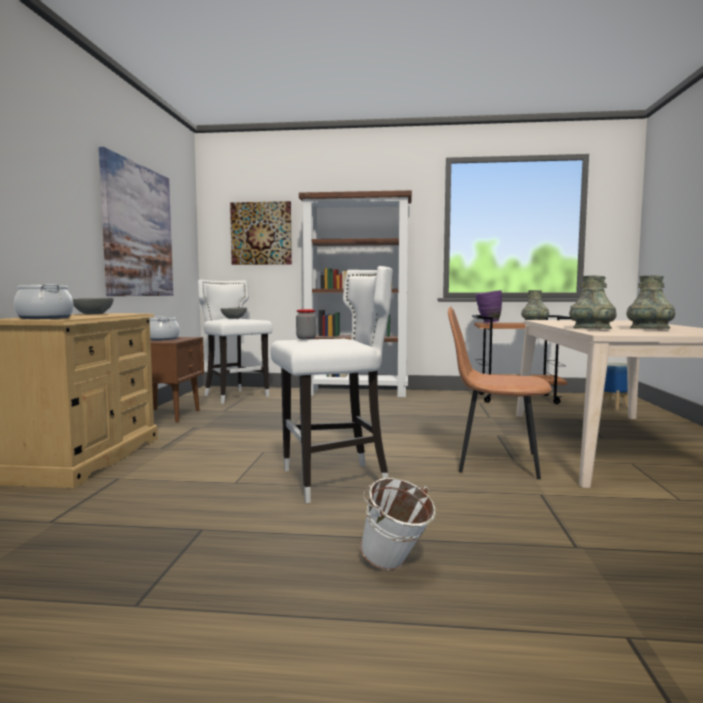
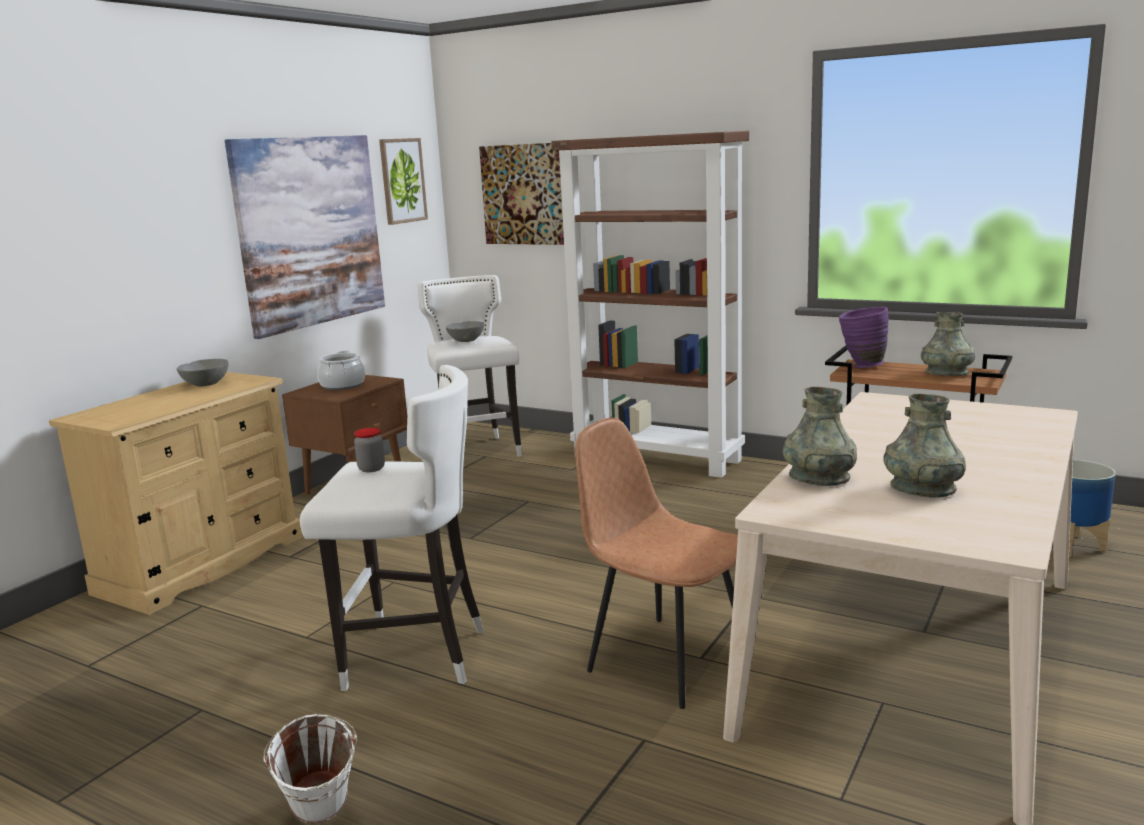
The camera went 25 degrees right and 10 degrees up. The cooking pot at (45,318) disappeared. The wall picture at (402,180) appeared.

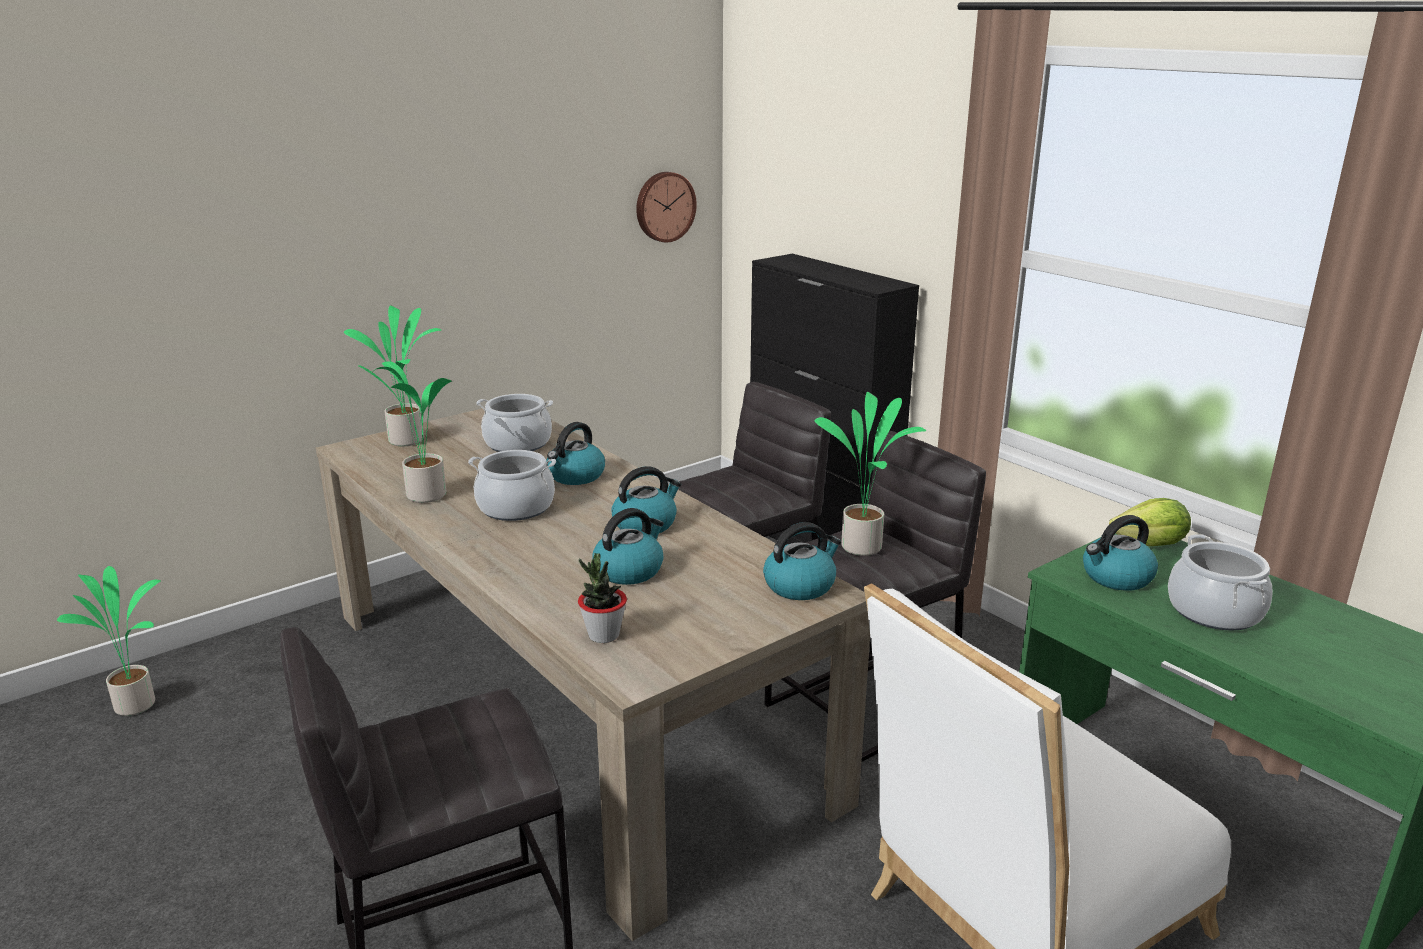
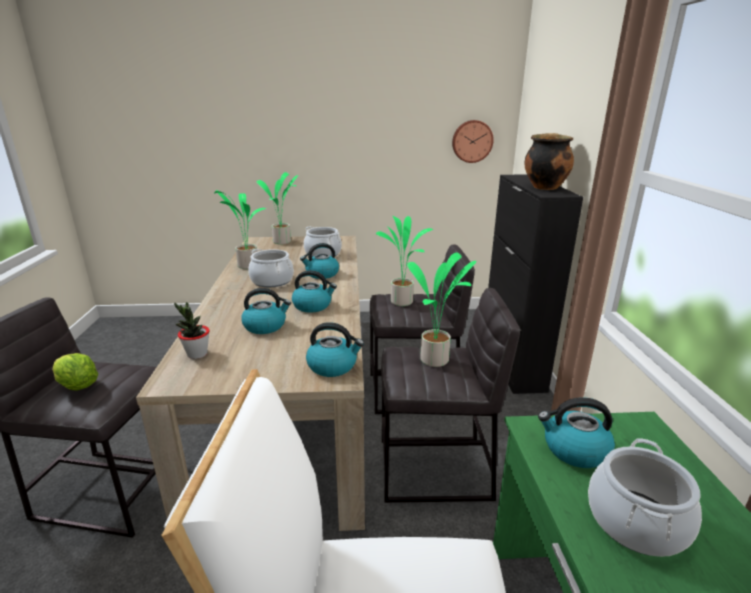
The camera went 35 degrees right and 0 degrees up. The potted plant moved from (136,704) to (402,301). The lettuce moved from (1150,545) to (77,386). The cooking pot at (544,187) appeared.

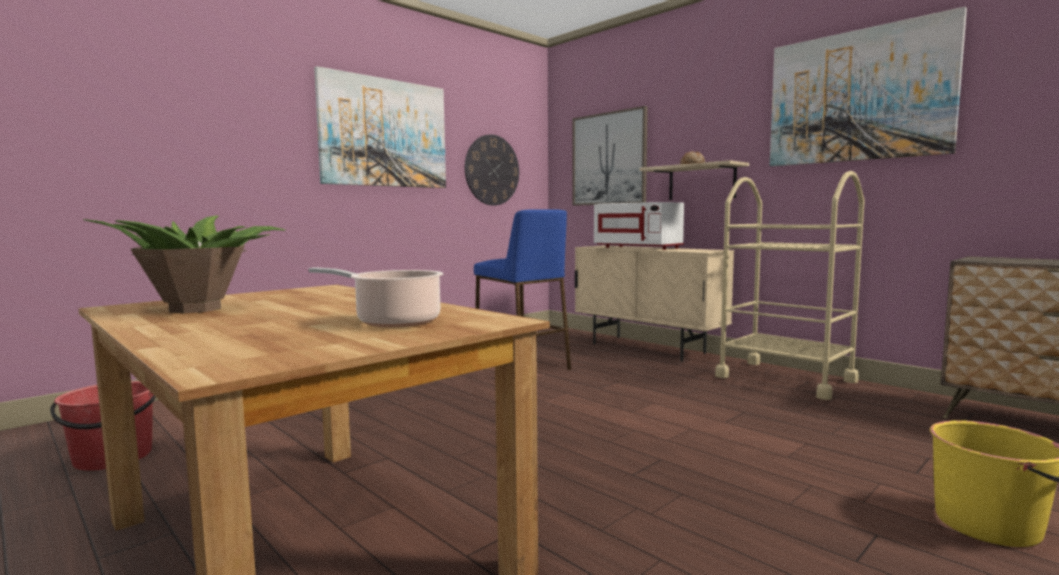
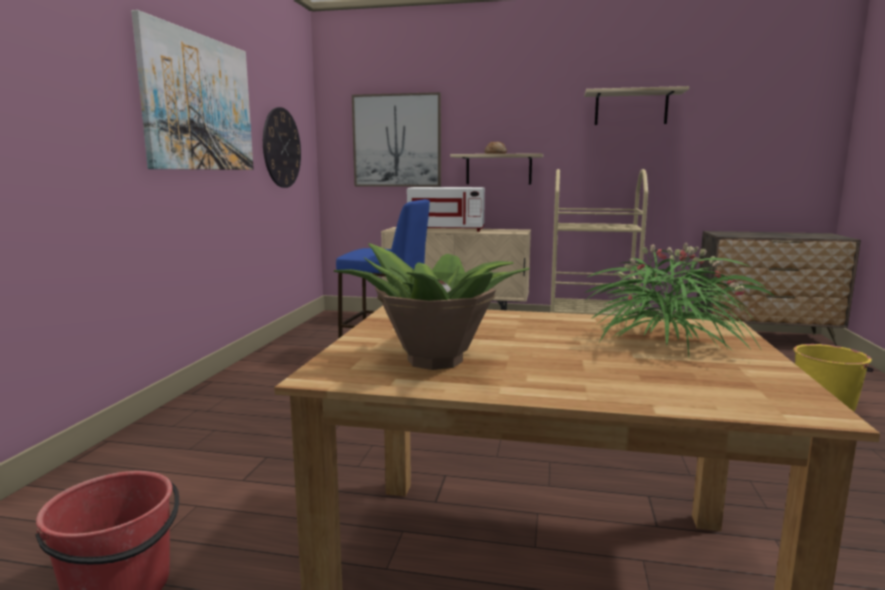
The camera went 35 degrees left and 5 degrees up. The cooking pot at (393,321) was replaced by the potted plant at (667,340). The wall picture at (857,96) was replaced by the bracket shelf at (631,108).

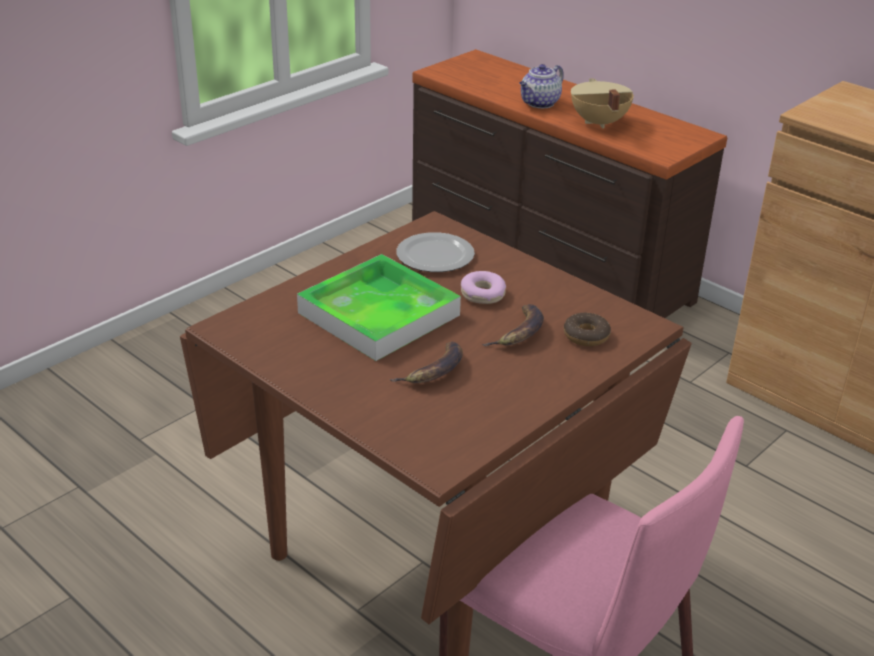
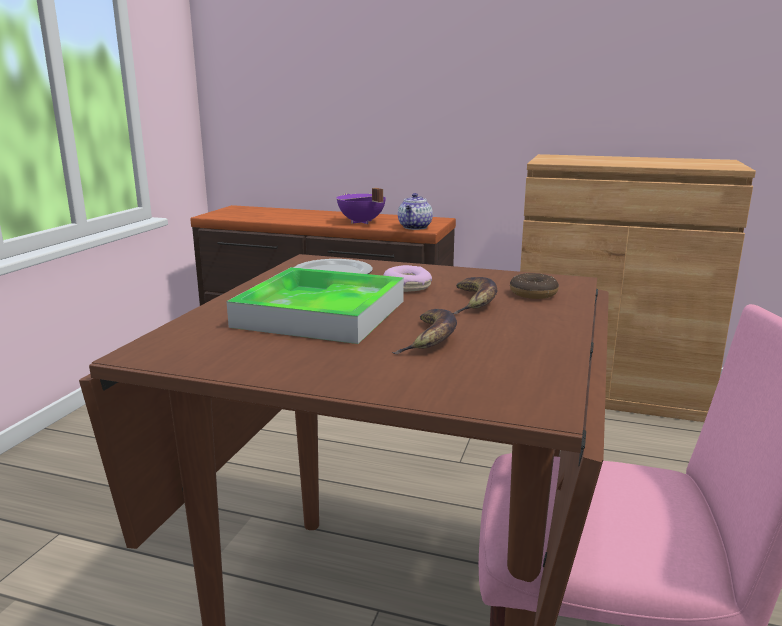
The camera went 25 degrees left and 15 degrees down. The tea pot moved from (539,103) to (415,227). The sand-coloured cooking pot at (598,123) became the purple cooking pot at (361,222).

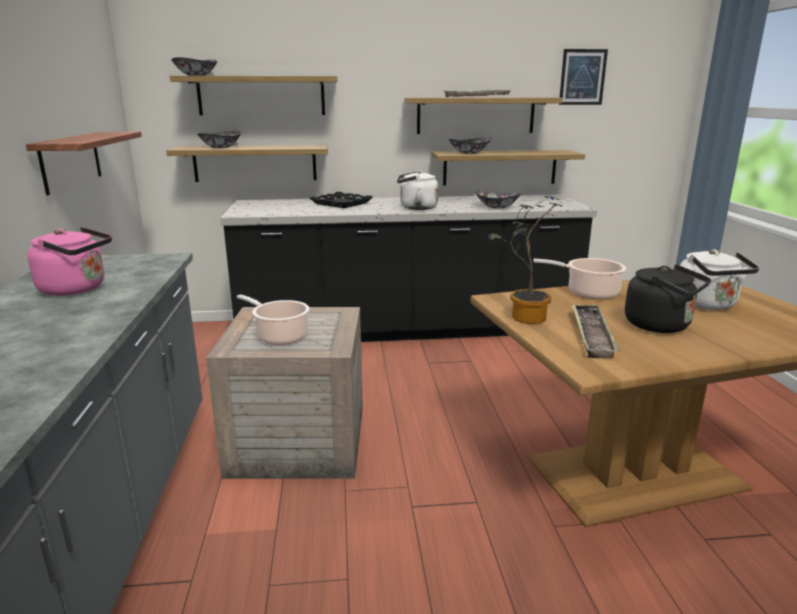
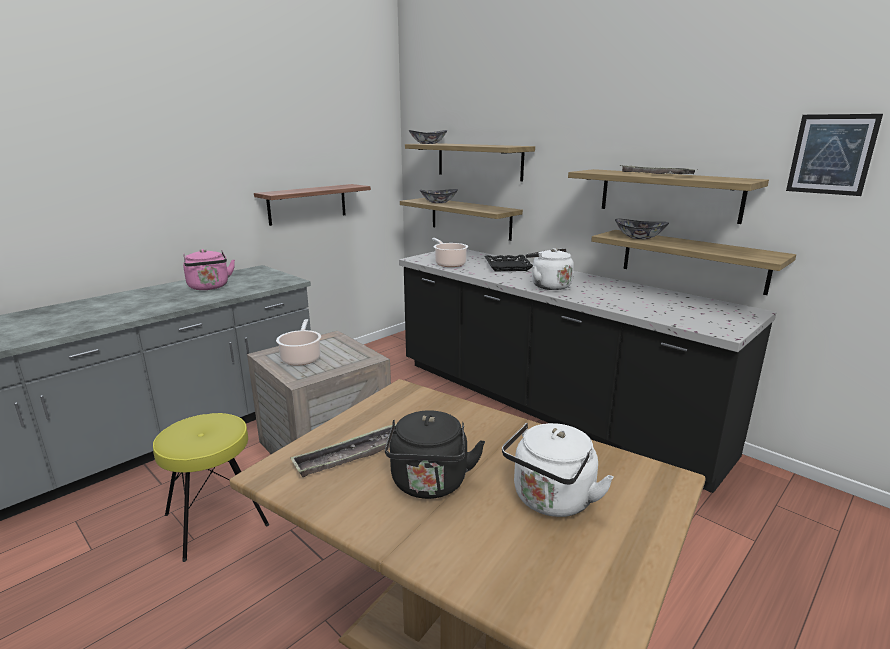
The camera went 50 degrees right and 0 degrees up. The serving bowl at (497,207) disappeared. The potted plant at (523,317) disappeared. The cooking pot moved from (589,293) to (449,264). The yellow stool seat at (217,519) appeared.

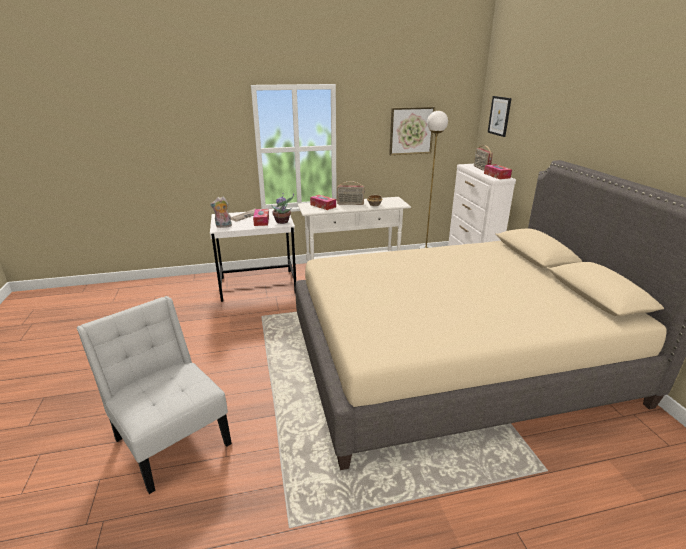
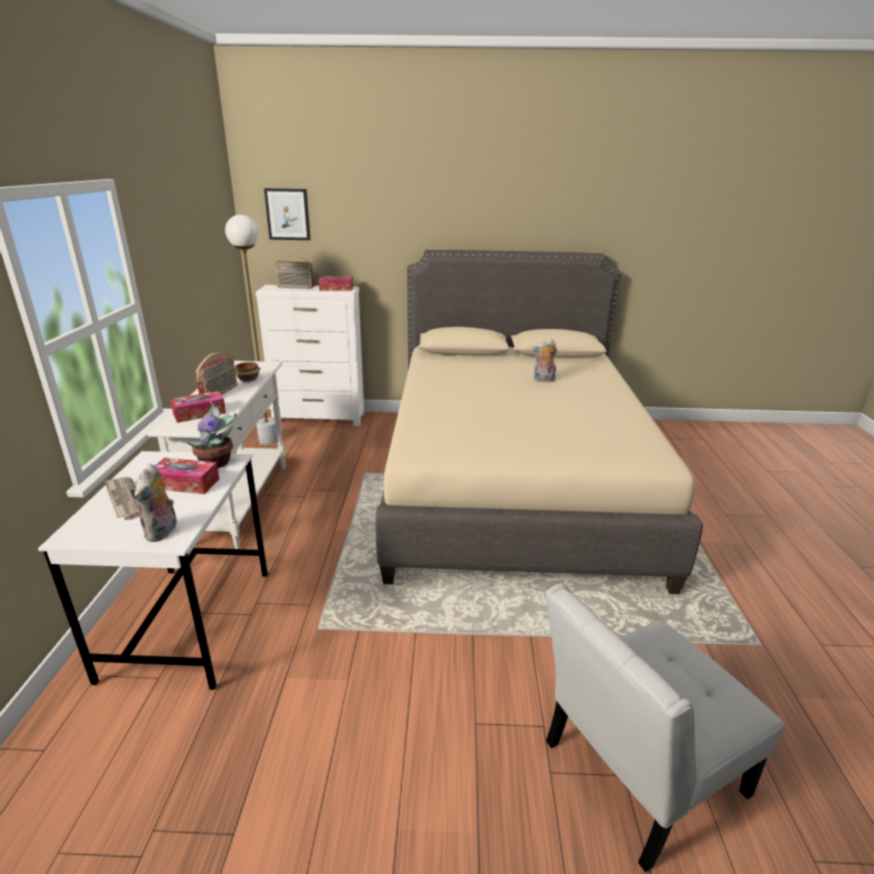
The camera went 75 degrees left and 0 degrees up. The wall picture at (411,131) disappeared. The soft toy at (543,380) appeared.

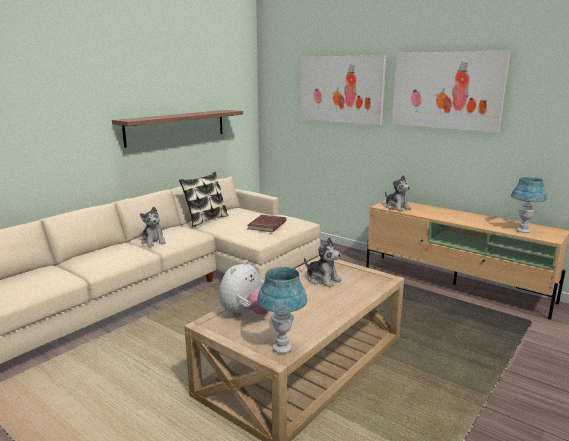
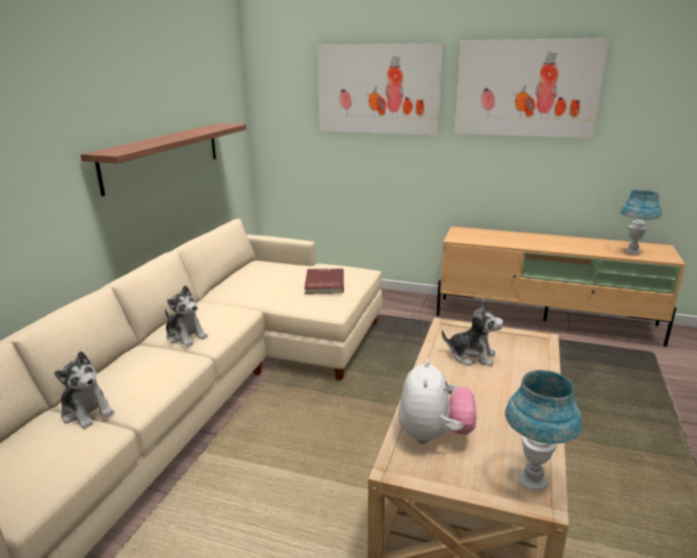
The camera went 20 degrees left and 5 degrees up. The throw pillow at (205,220) disappeared. The soft toy moved from (396,207) to (87,412).

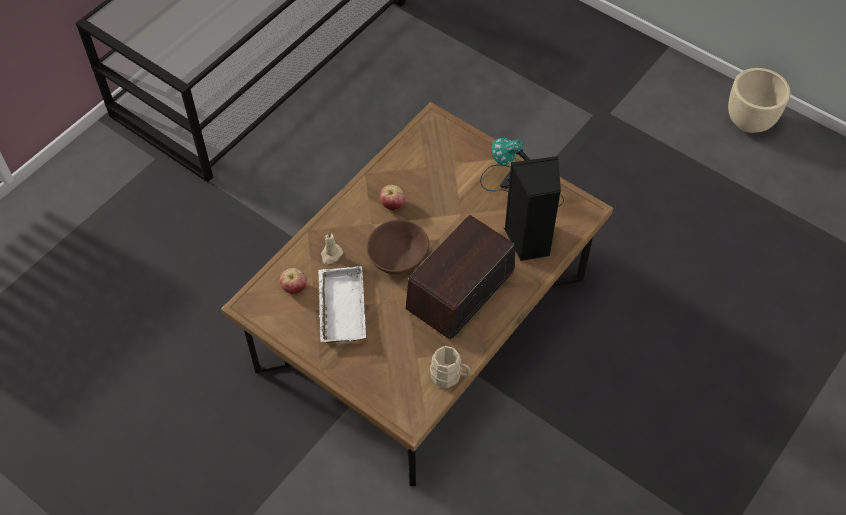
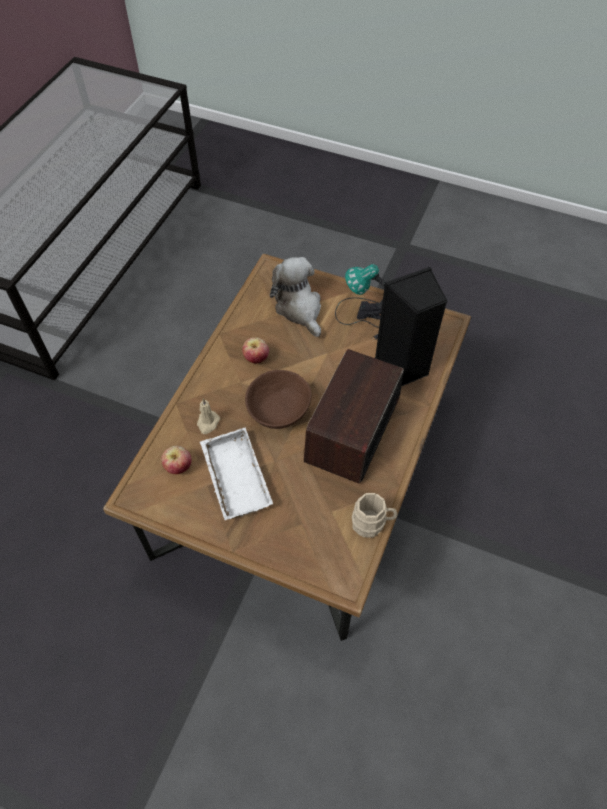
The camera went 15 degrees left and 0 degrees up. The sand-coloured planter at (749,122) disappeared. The soft toy at (299,308) appeared.

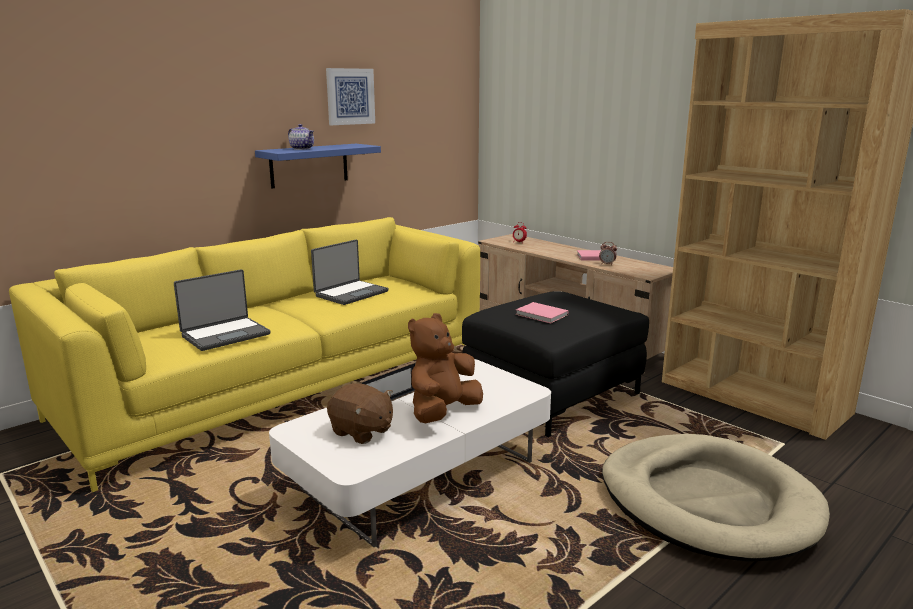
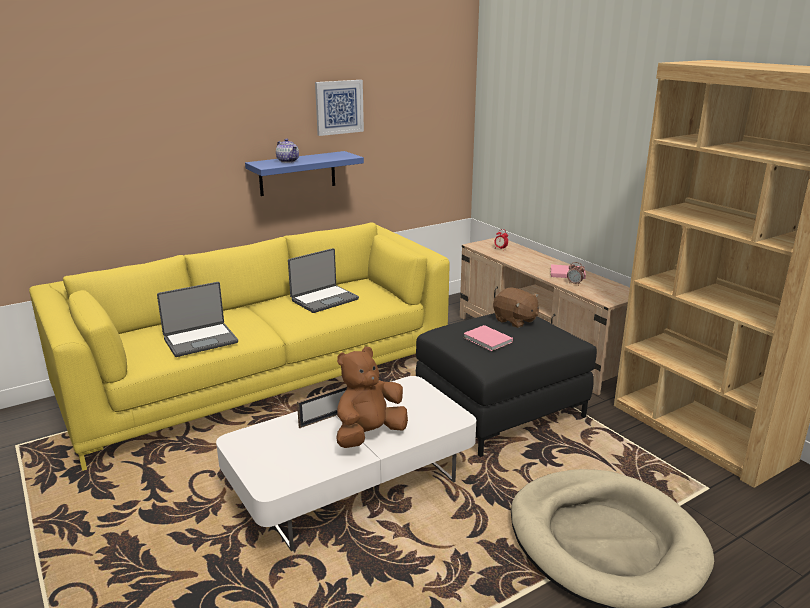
The camera went 10 degrees right and 5 degrees up. The brownish soft toy moved from (361,431) to (515,320).

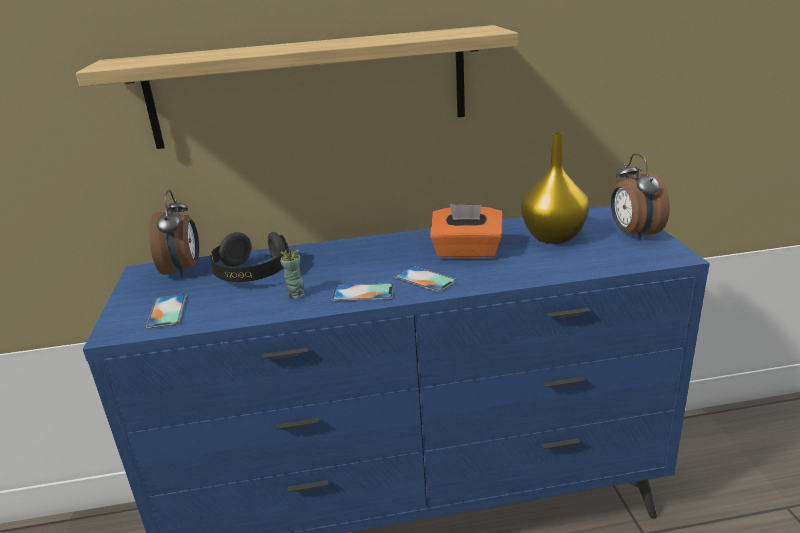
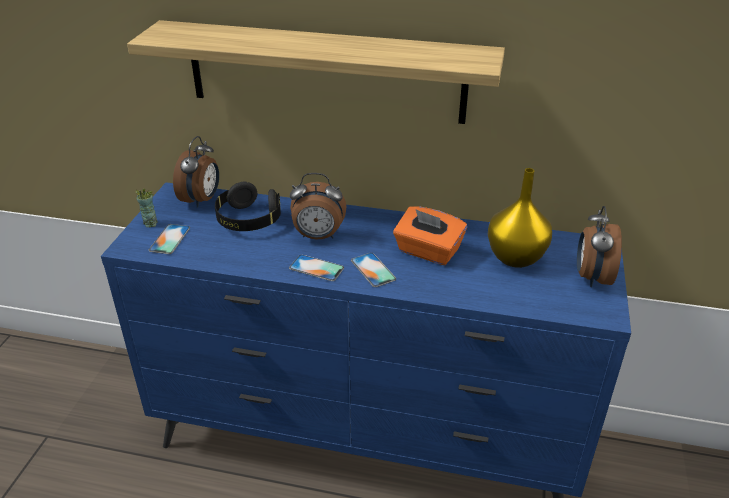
The camera went 20 degrees right and 10 degrees up. The drinking cup moved from (295,294) to (150,223). The bedside clock at (318,236) appeared.

